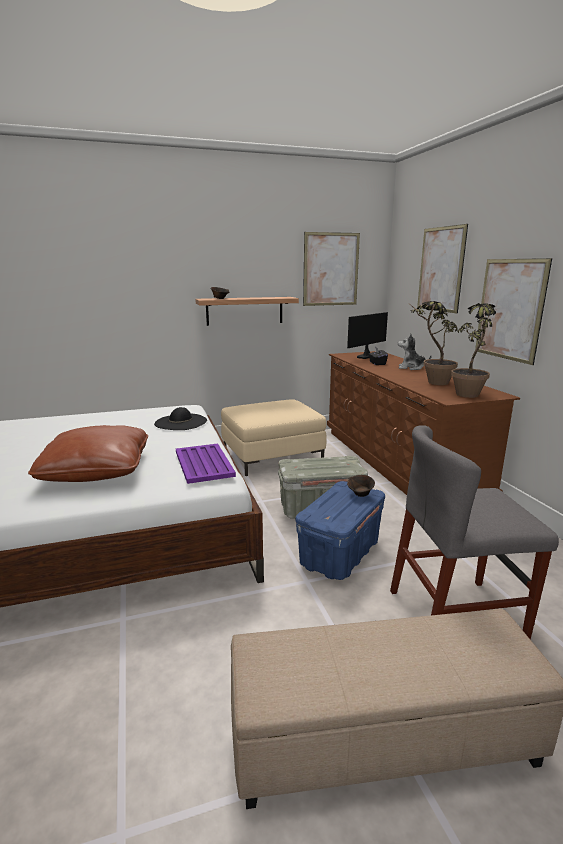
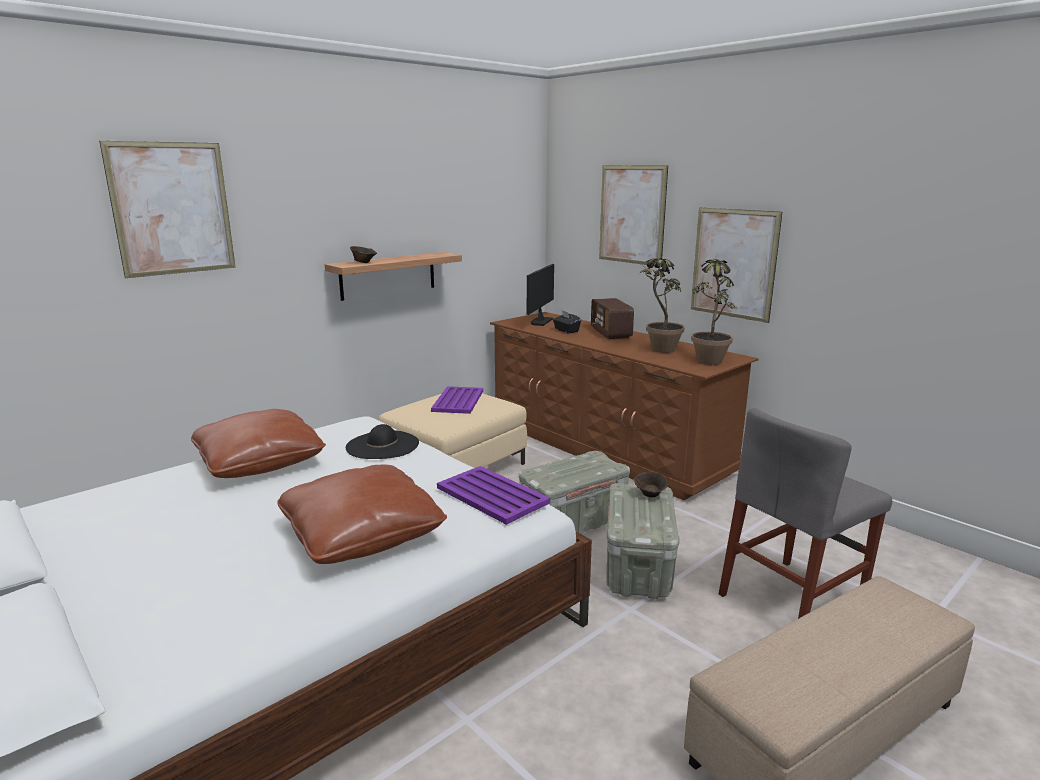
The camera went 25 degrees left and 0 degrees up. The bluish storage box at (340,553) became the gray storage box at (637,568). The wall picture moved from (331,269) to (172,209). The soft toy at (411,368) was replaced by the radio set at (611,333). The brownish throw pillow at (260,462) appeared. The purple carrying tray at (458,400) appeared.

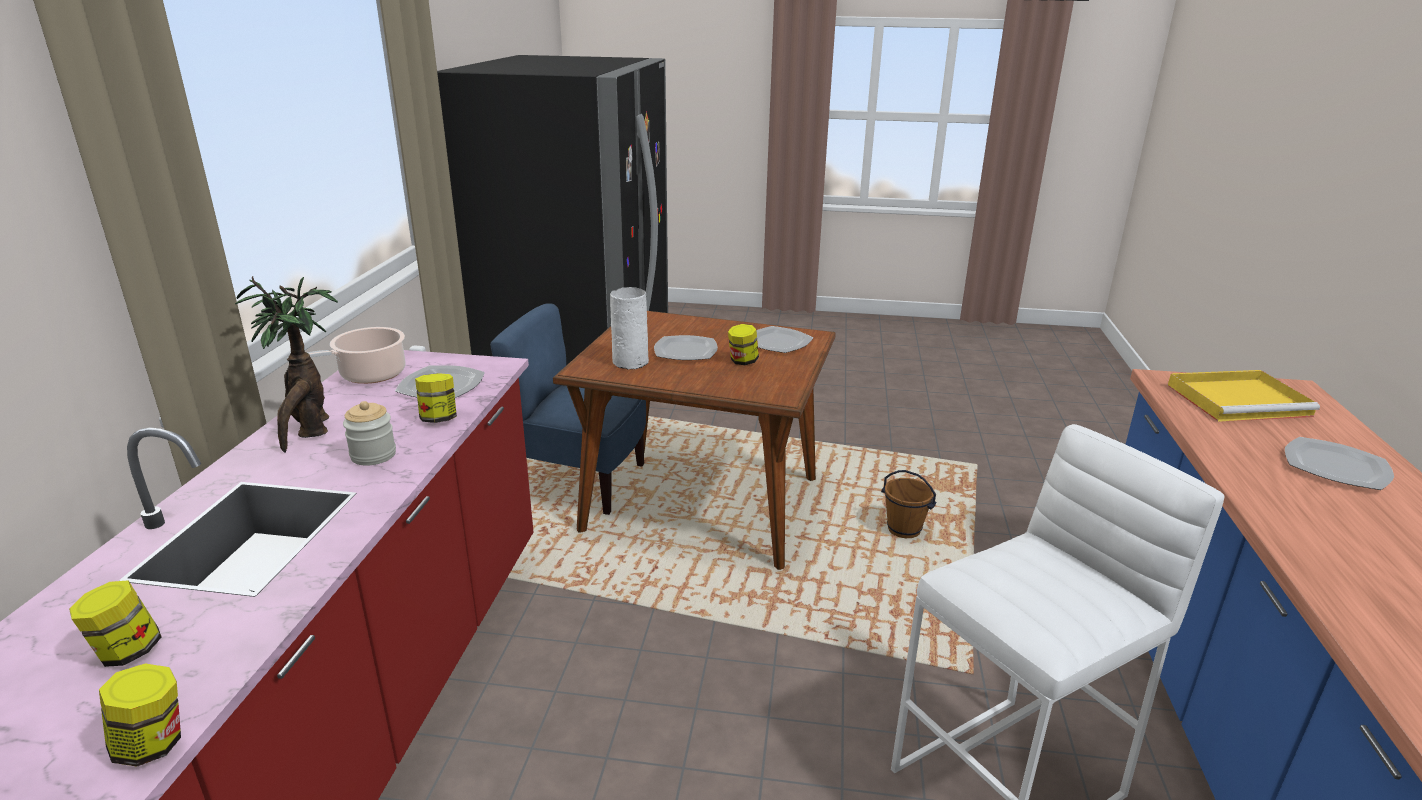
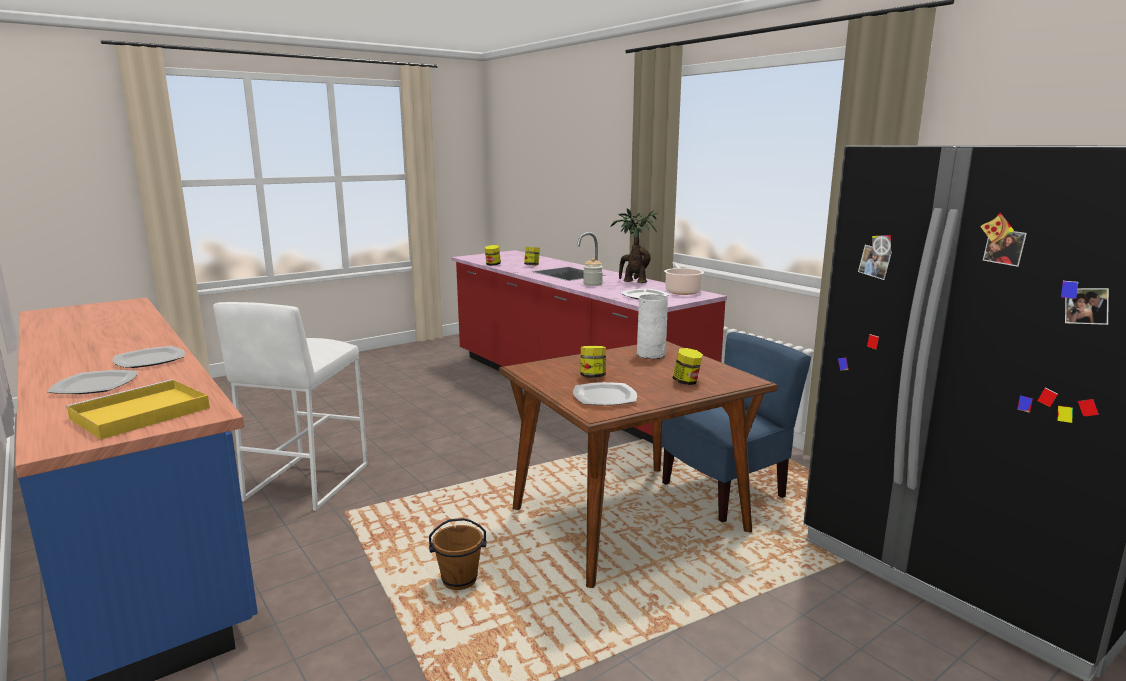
The camera went 135 degrees right and 10 degrees down. The preserve jar moved from (439,419) to (686,382). The flat dish moved from (685,351) to (150,360).

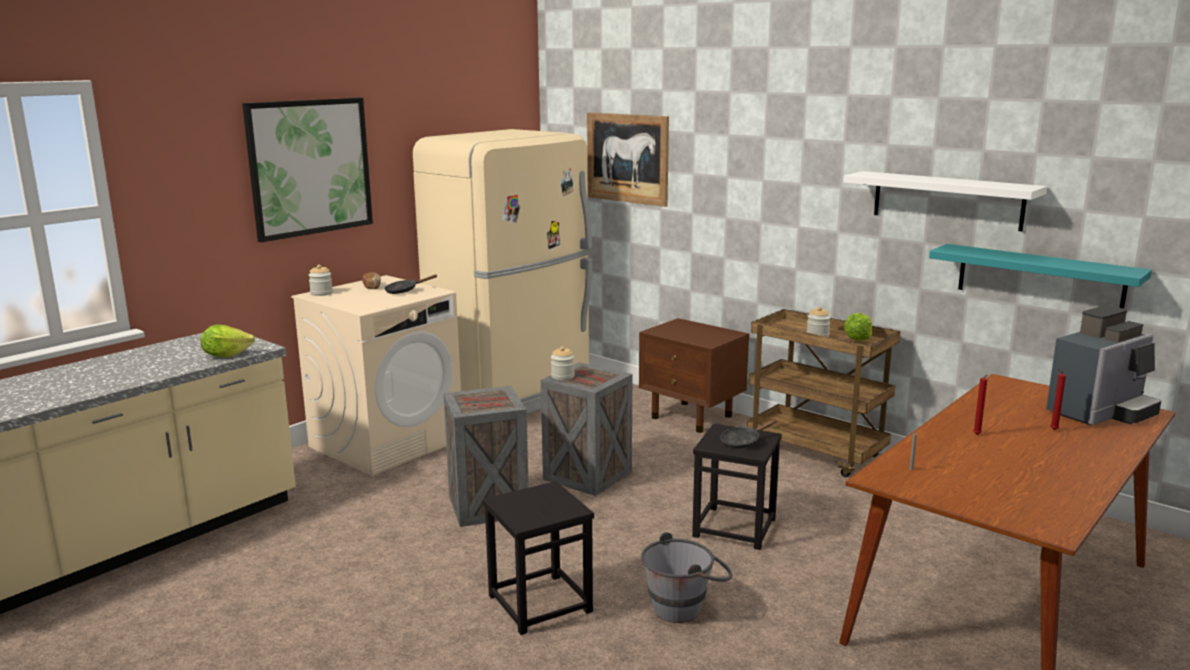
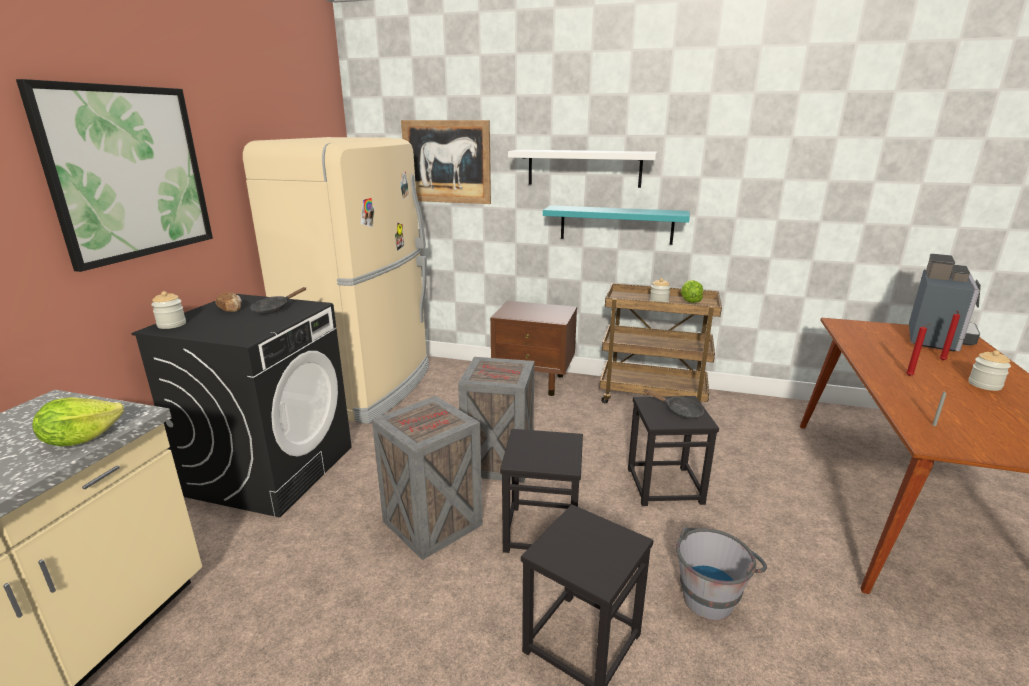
The camera went 25 degrees left and 5 degrees up. The sand-coloured washing machine at (387,442) became the blackish washing machine at (271,469). The preserve jar moved from (562,376) to (984,385). The blackish pan at (743,442) turned 90 degrees counterclockwise. The whitish bracket shelf moved from (947,200) to (584,168). The turquoise bracket shelf moved from (1039,278) to (616,224). The blackish stool seat at (542,531) appeared.

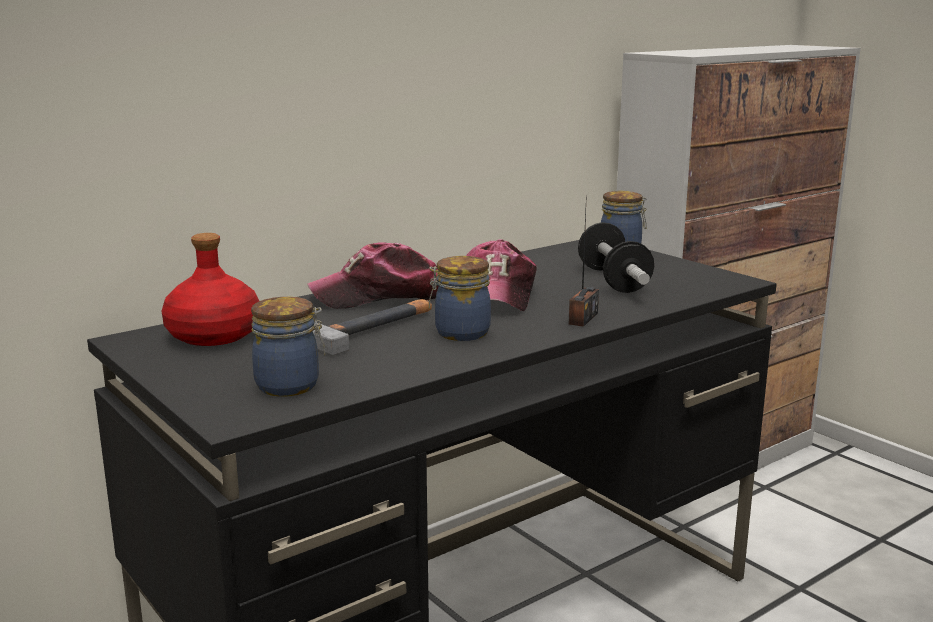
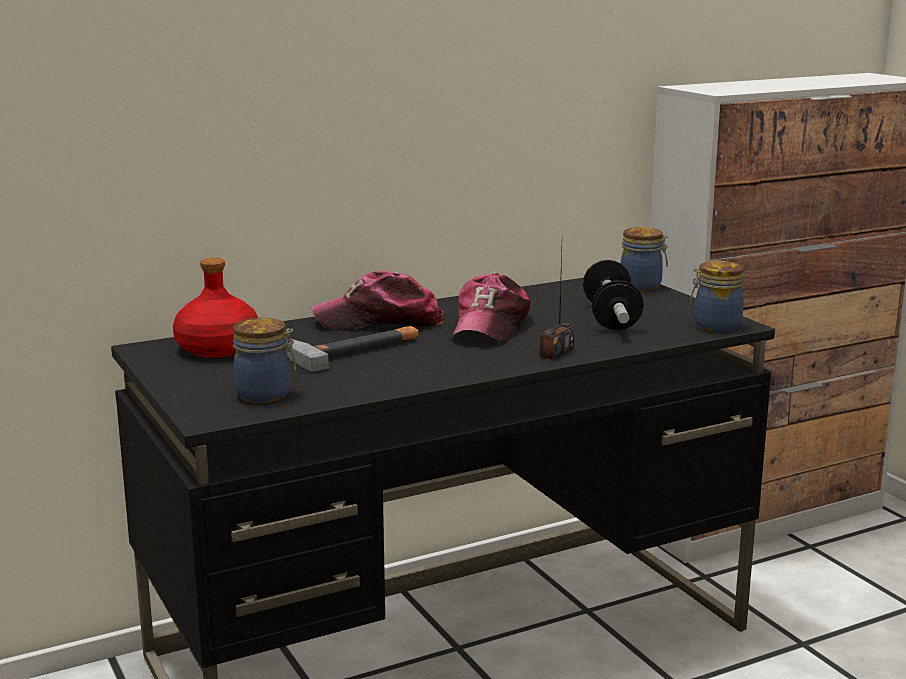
The camera went 10 degrees right and 0 degrees up. The preserve jar moved from (459,333) to (715,326).

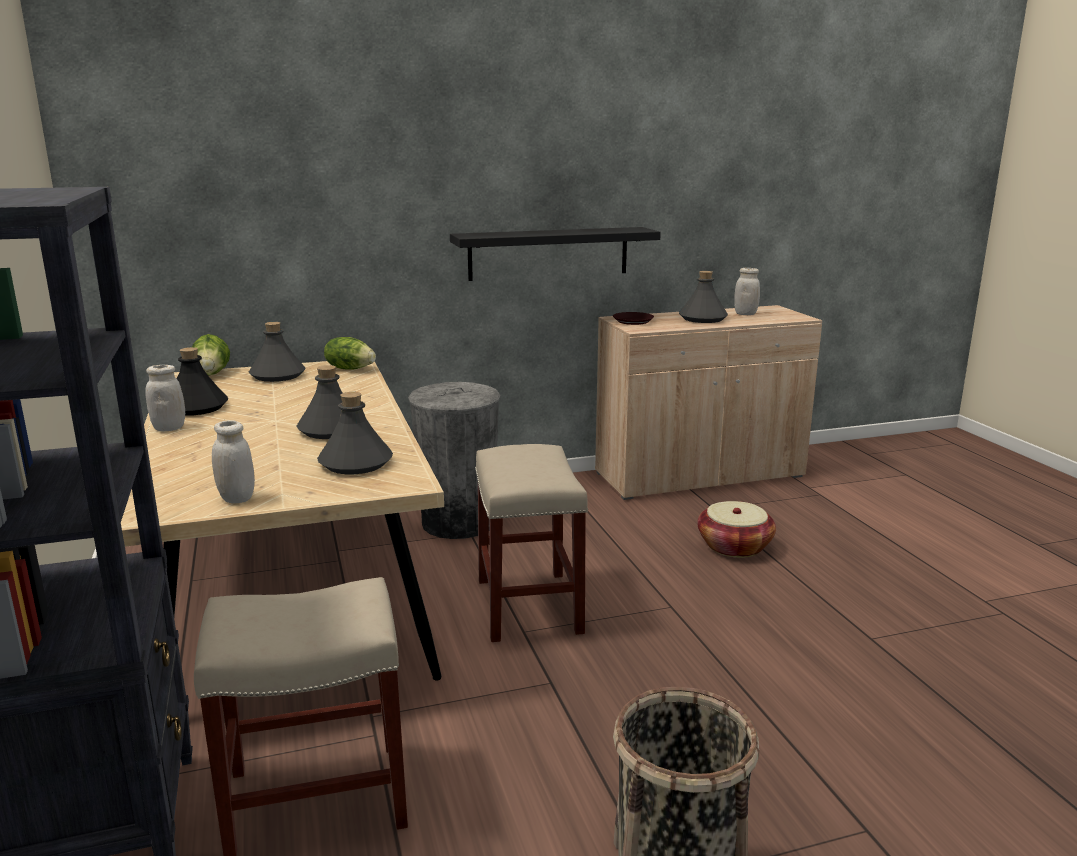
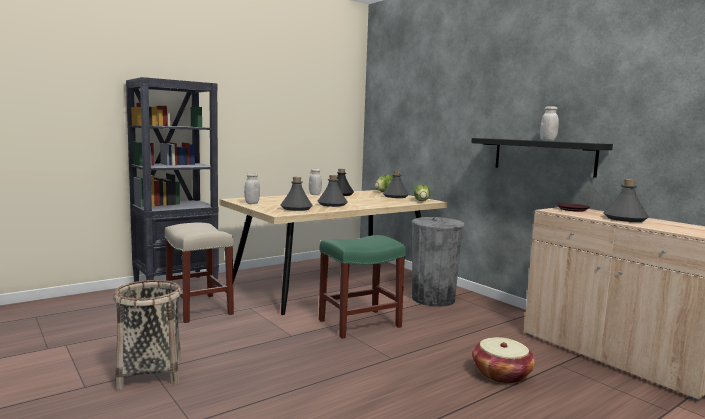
The camera went 70 degrees right and 10 degrees down. The sand-coloured stool seat at (529,607) became the greenish stool seat at (358,324). The whitish preserve jar moved from (745,314) to (548,140).

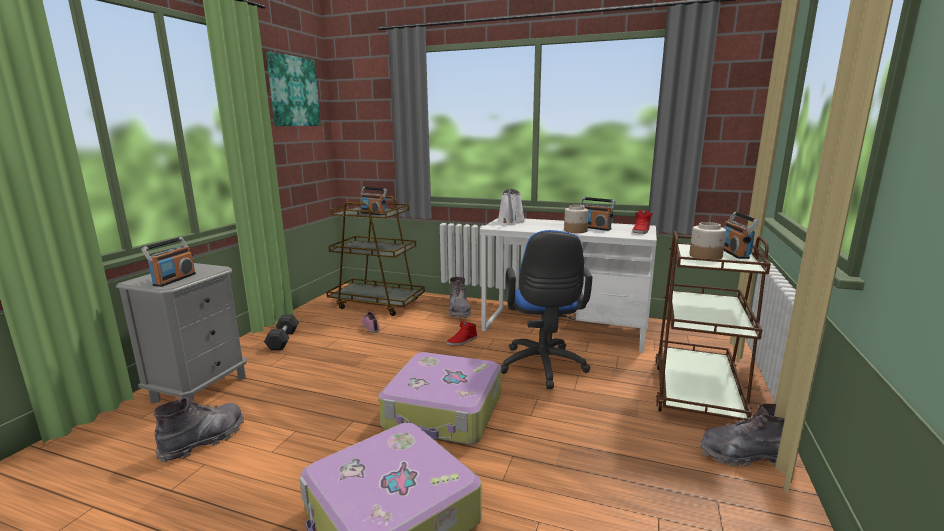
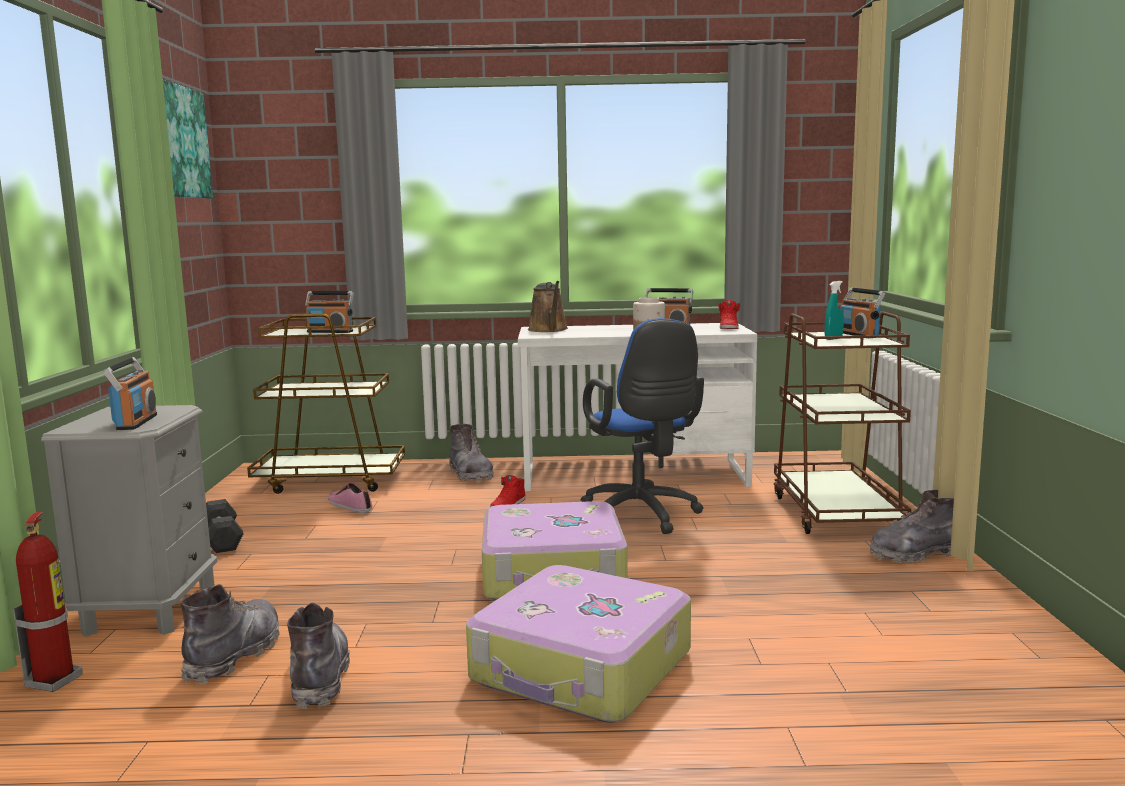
The camera went 20 degrees left and 5 degrees down. The whitish watering can at (511,222) became the brownish watering can at (549,330). The preserve jar at (706,256) was replaced by the turquoise spray bottle at (833,339). The fire-fighting cylinder at (55,680) appeared. The gray tall boot at (319,676) appeared.

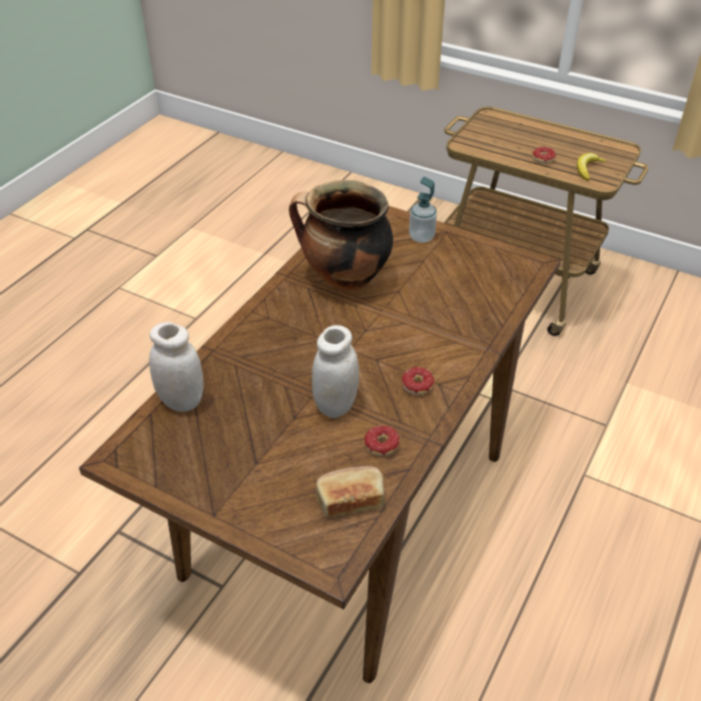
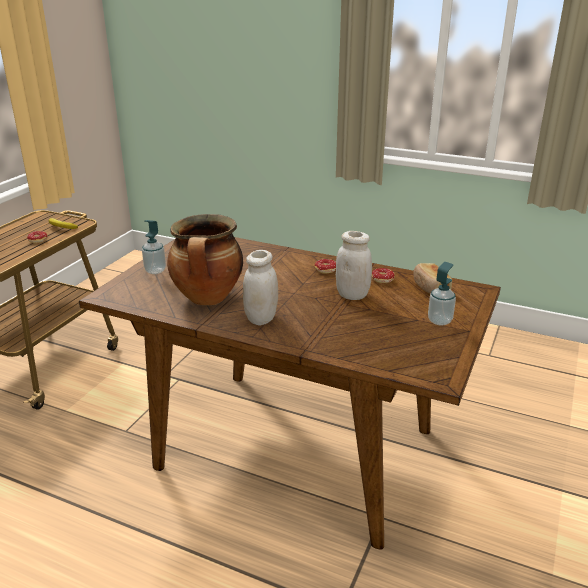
The camera went 95 degrees left and 15 degrees down. The whitish preserve jar moved from (181,400) to (261,319). The soap dispenser at (439,321) appeared.

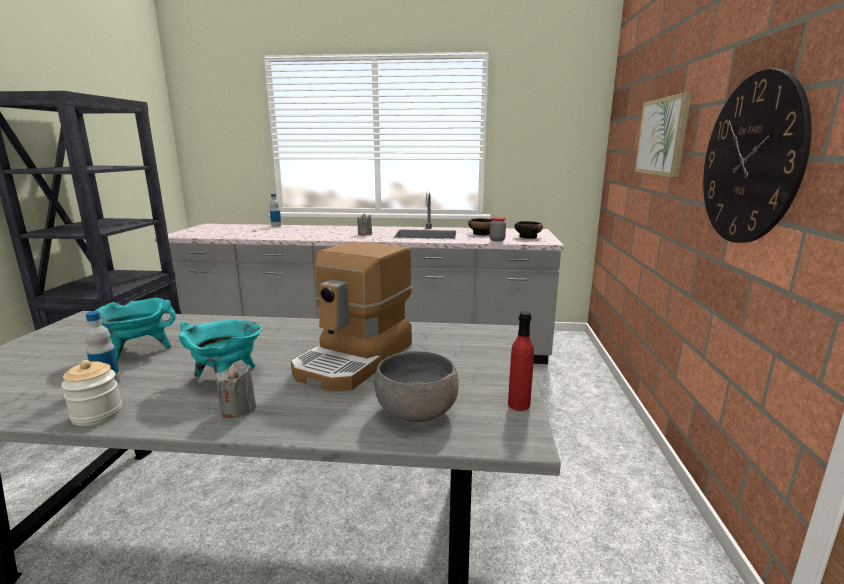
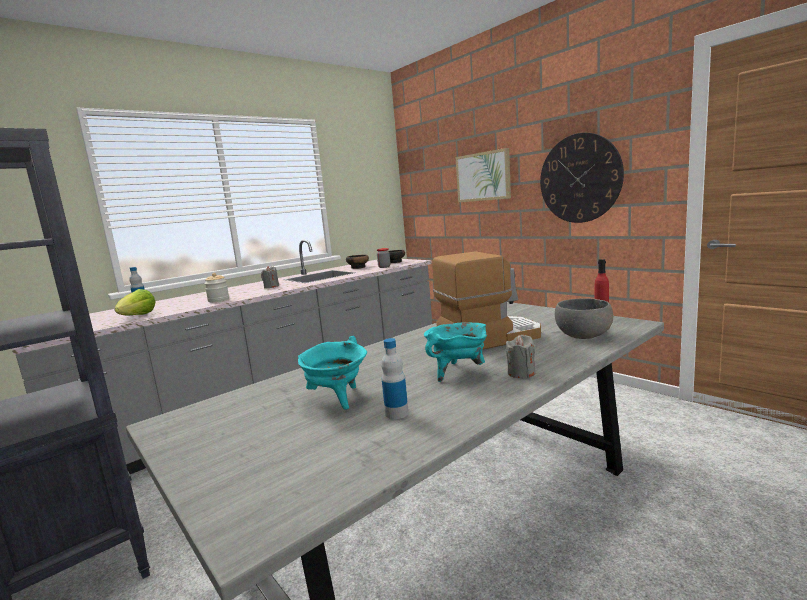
The camera went 45 degrees left and 5 degrees down. The preserve jar moved from (97,414) to (218,300). The coffee machine at (355,359) turned 90 degrees counterclockwise. The lettuce at (137,316) appeared.

